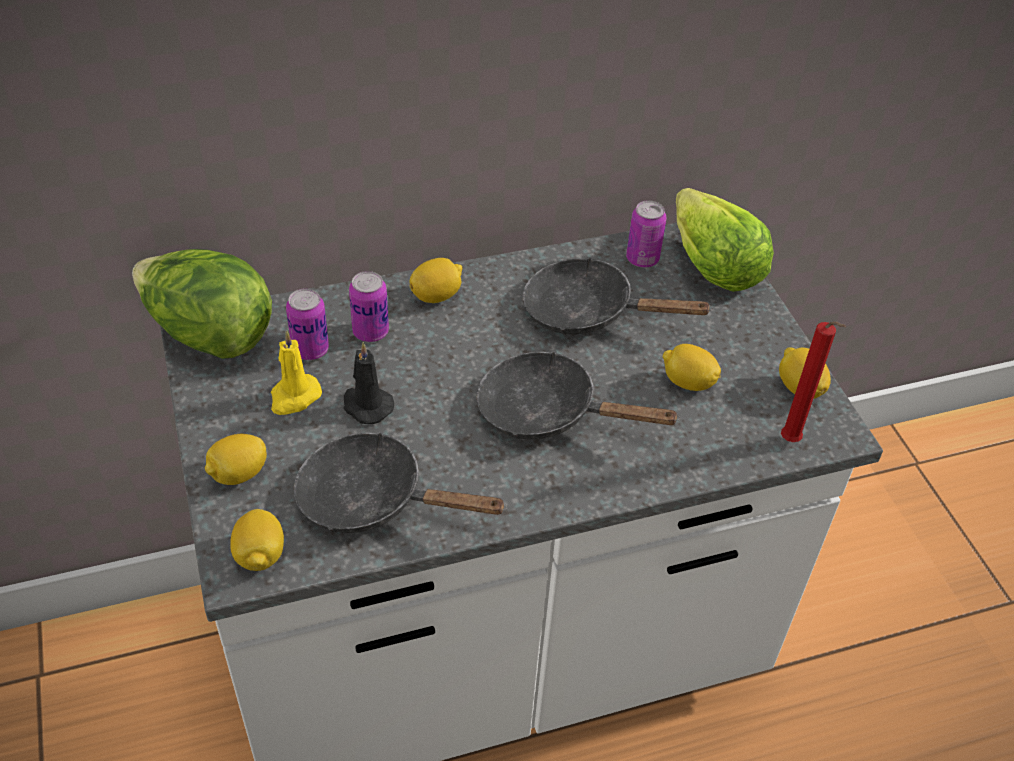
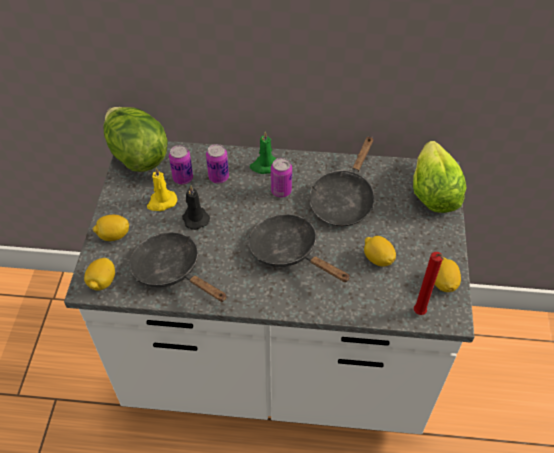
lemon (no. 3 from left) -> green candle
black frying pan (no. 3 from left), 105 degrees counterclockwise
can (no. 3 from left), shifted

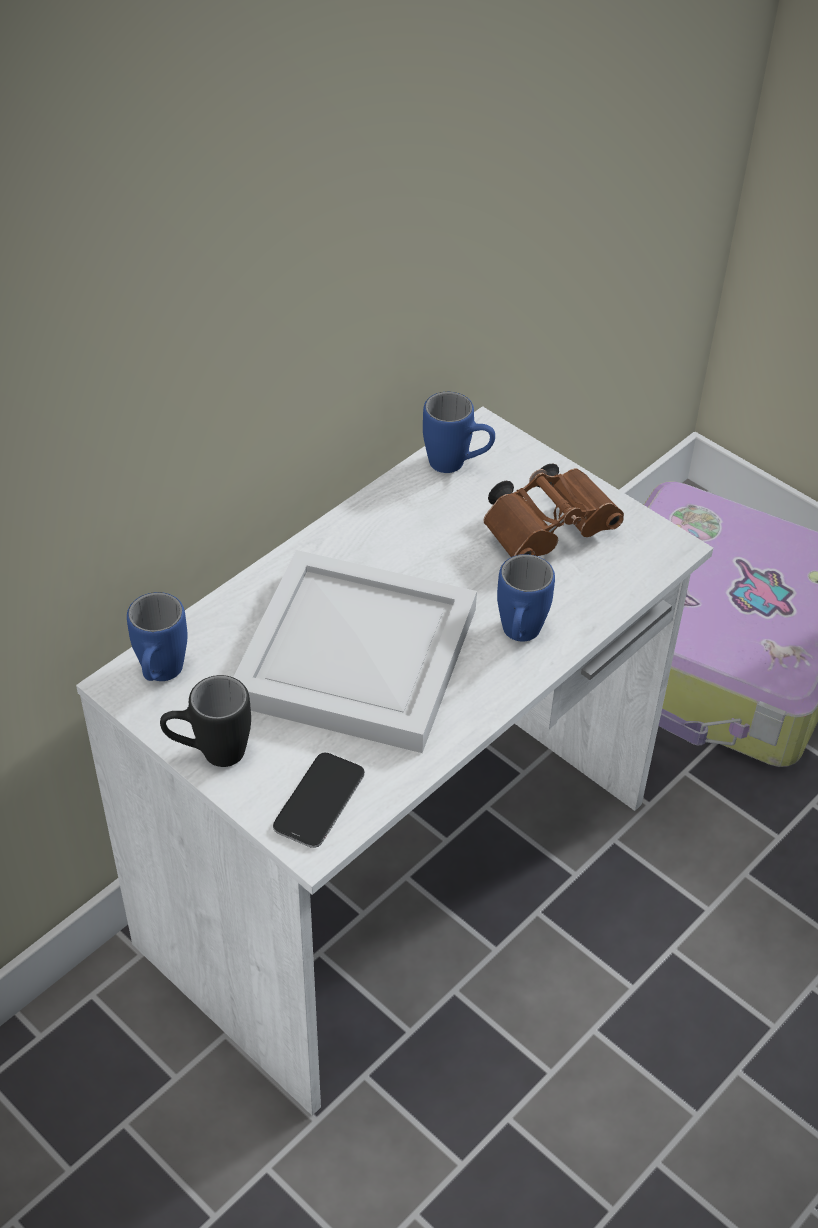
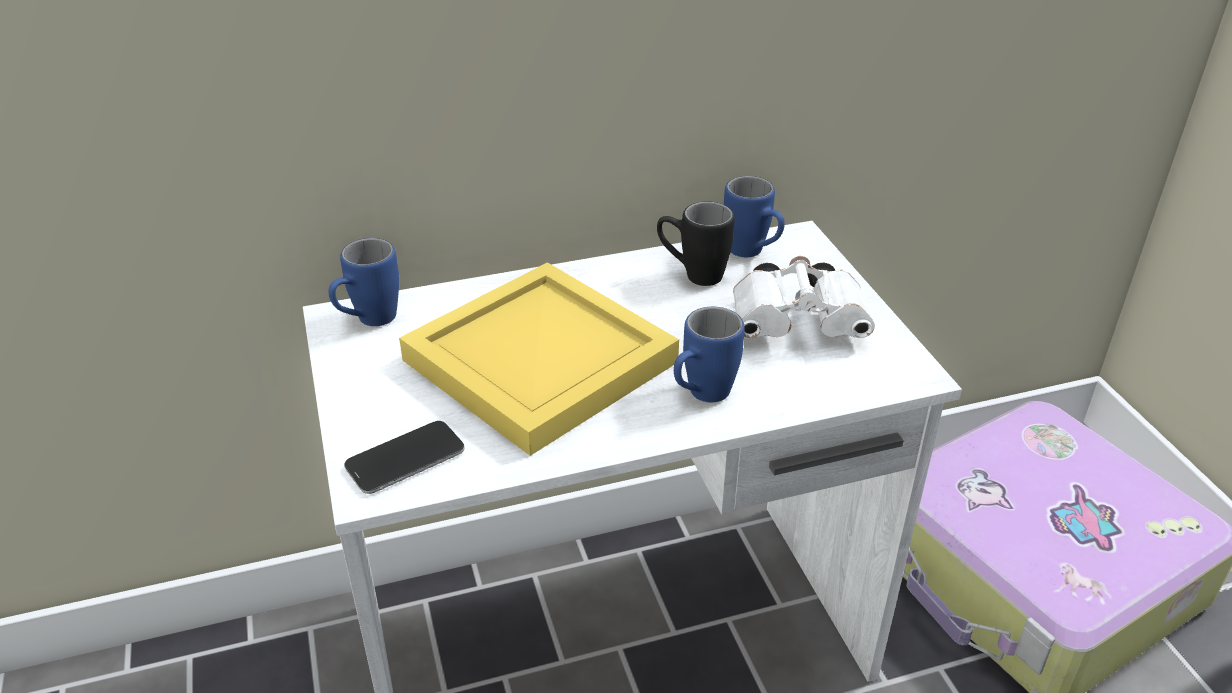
black mug, shifted
white tray -> yellow tray
brown binoculars -> white binoculars

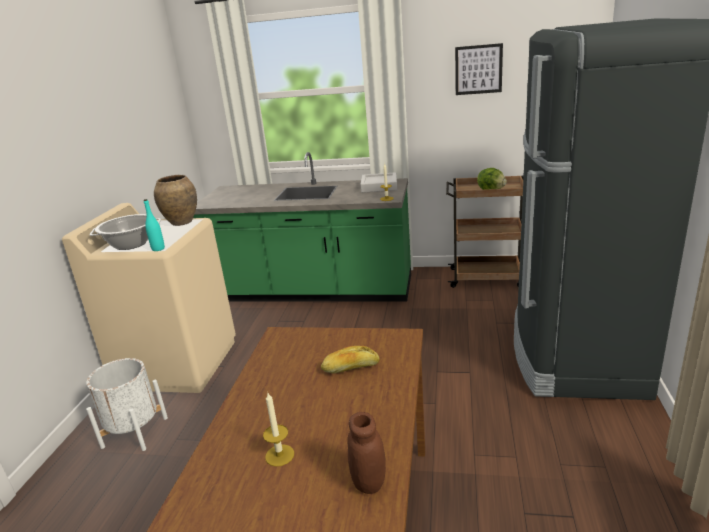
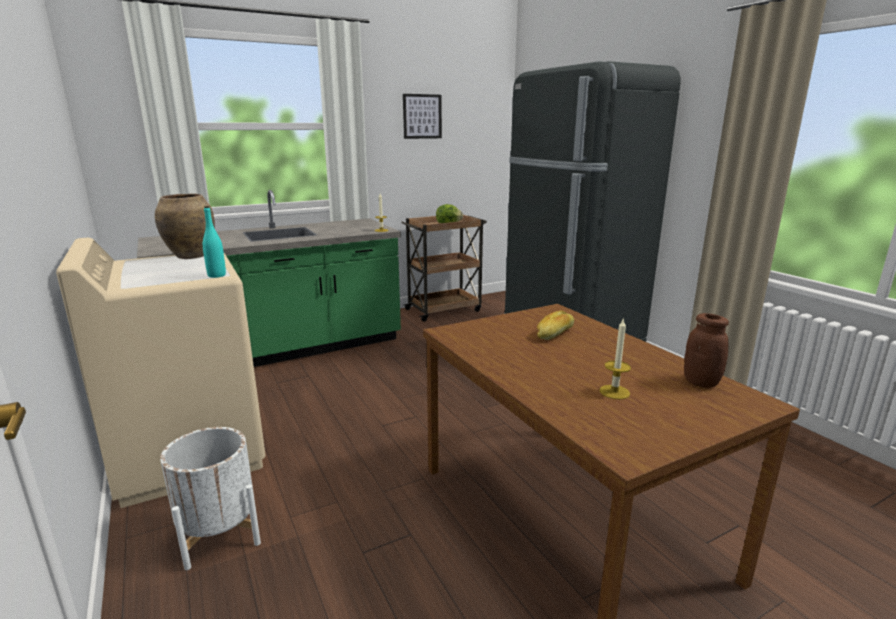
cooking pot -> none
grey tray -> none

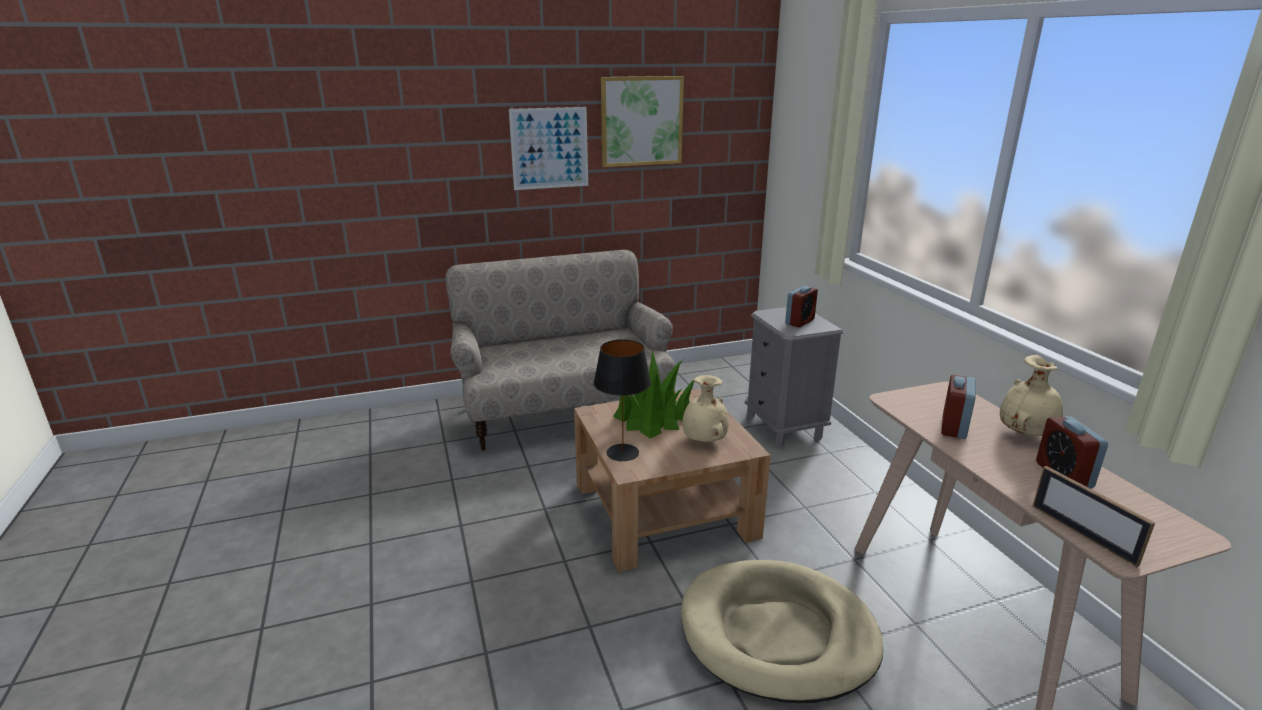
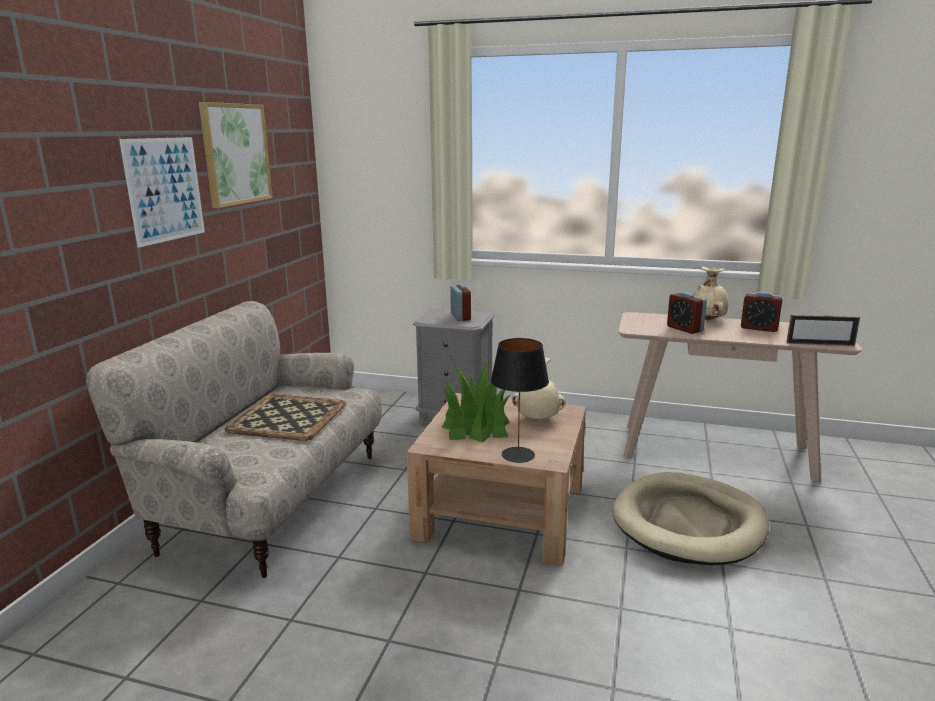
none -> tray

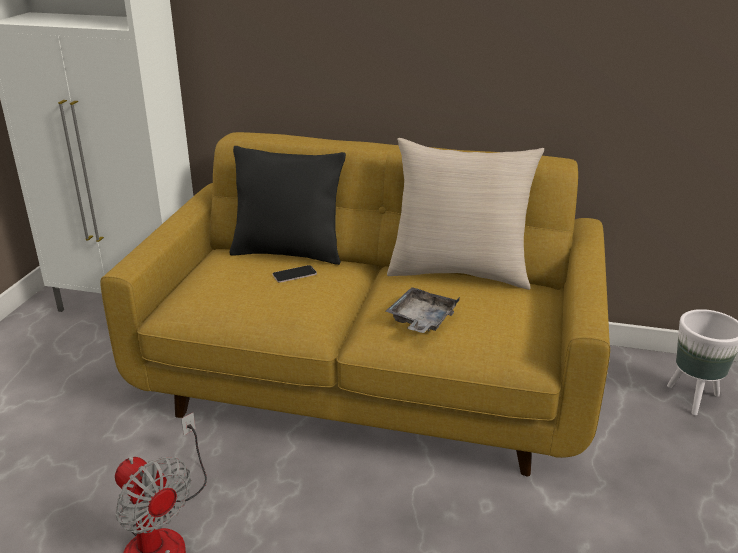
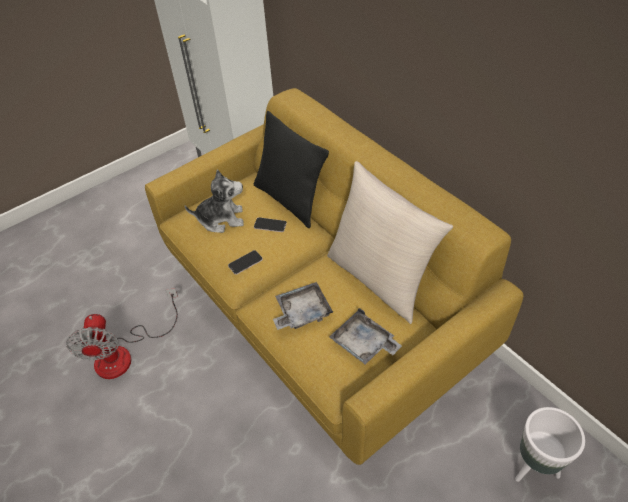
none -> plush toy
none -> phone (no. 1 from left)
none -> grey tray (no. 2 from left)

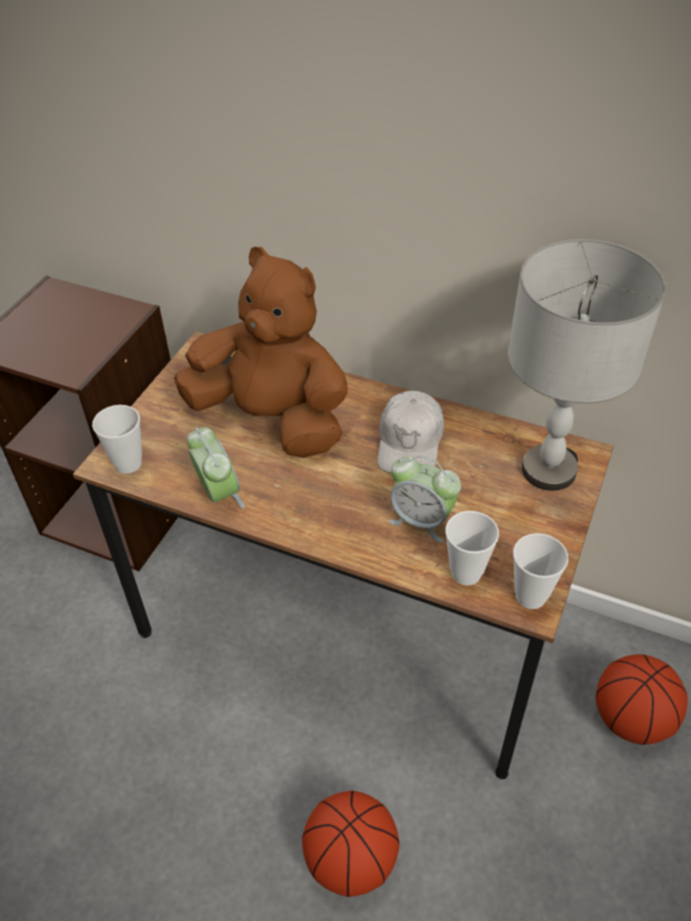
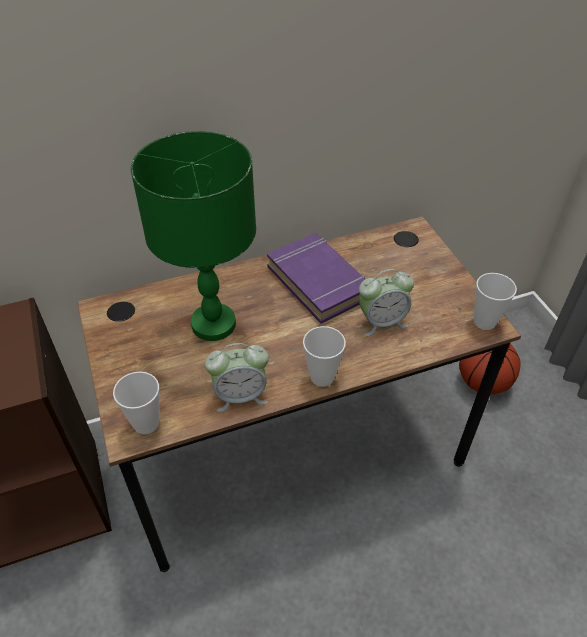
brown plush toy -> green table lamp
alarm clock (no. 1 from left), 150 degrees clockwise
basketball (no. 1 from left) -> none
white cap -> purple book
cup (no. 2 from left), shifted
grey table lamp -> none

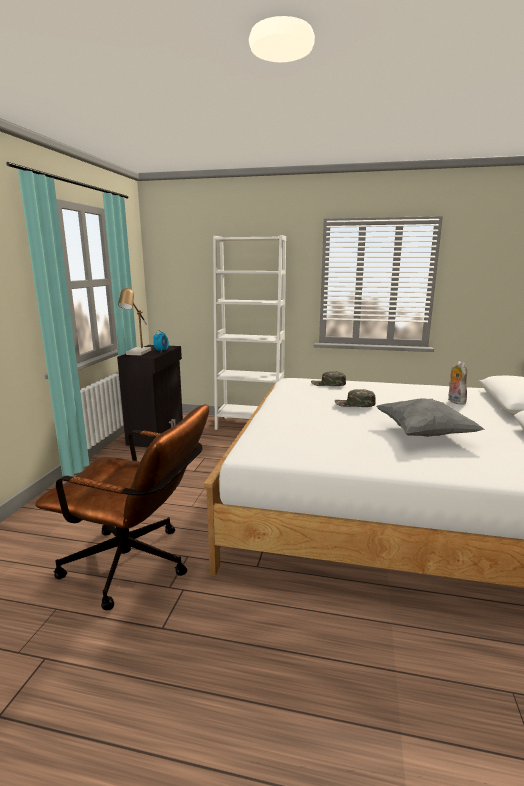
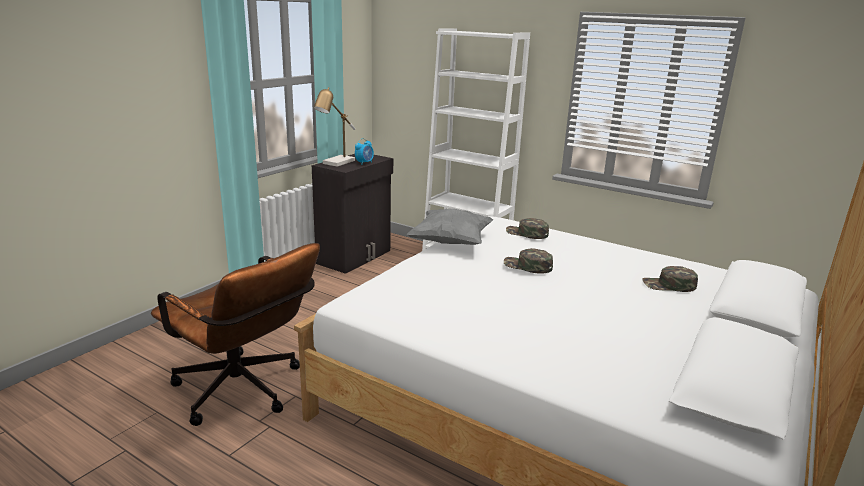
grey pillow, shifted
plush toy -> green cap (no. 3 from left)

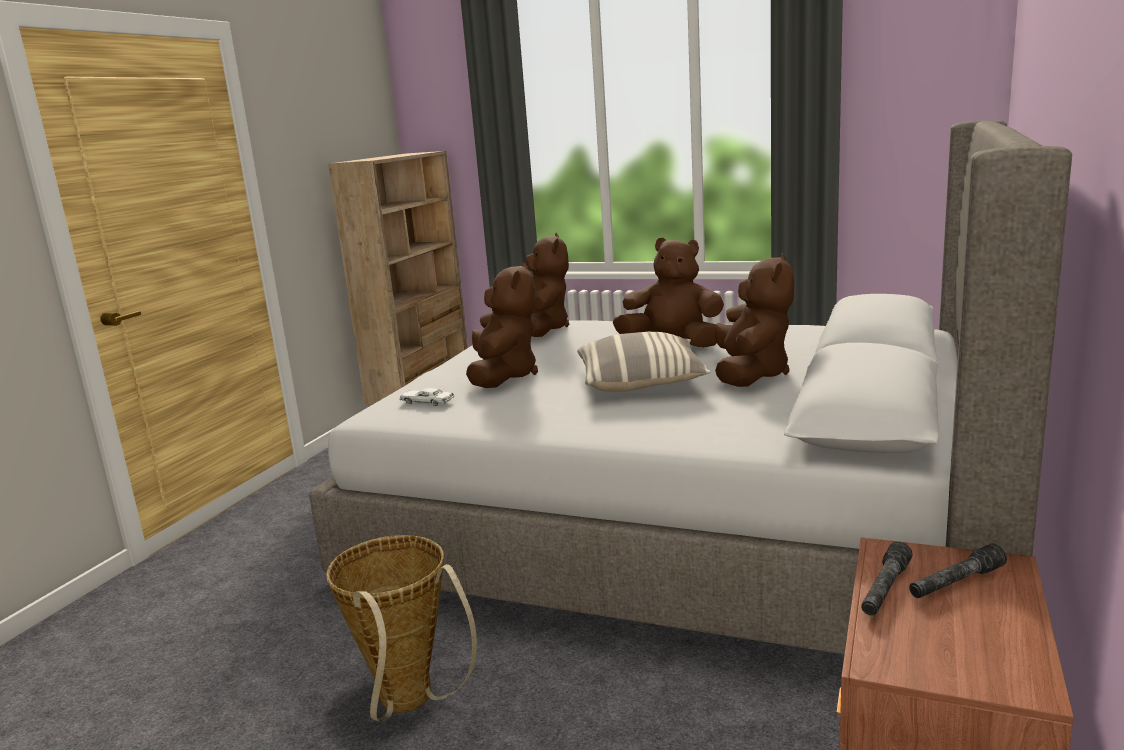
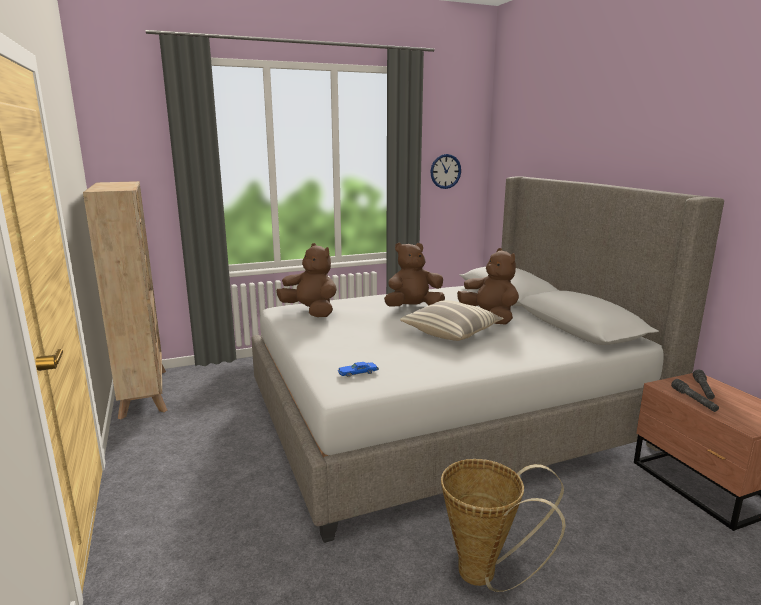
white toy car -> blue toy car
brown plush toy (no. 1 from left) -> none
none -> wall clock

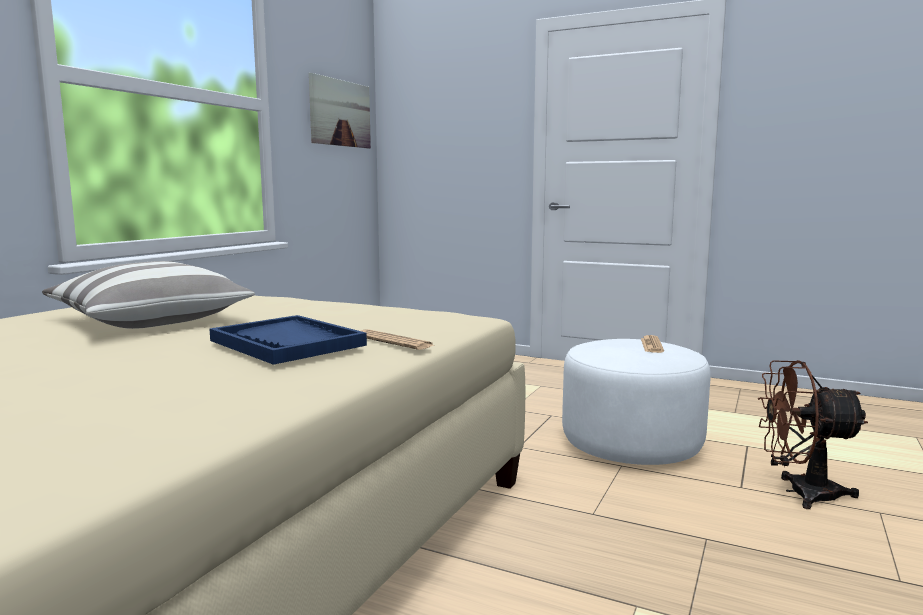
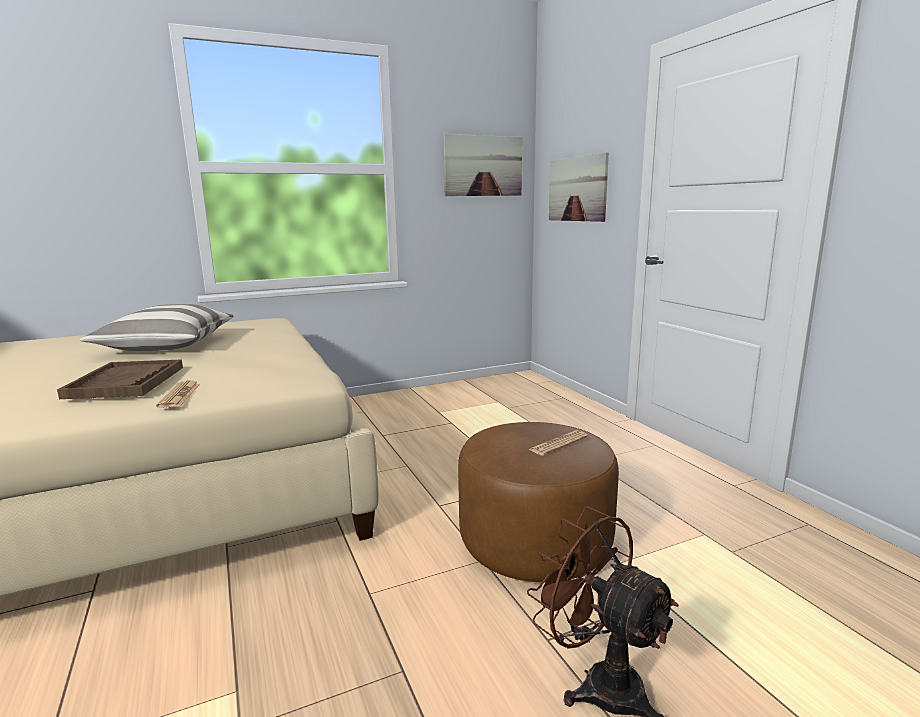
blue tray -> brown tray
white ottoman -> brown ottoman
none -> picture (no. 2 from left)

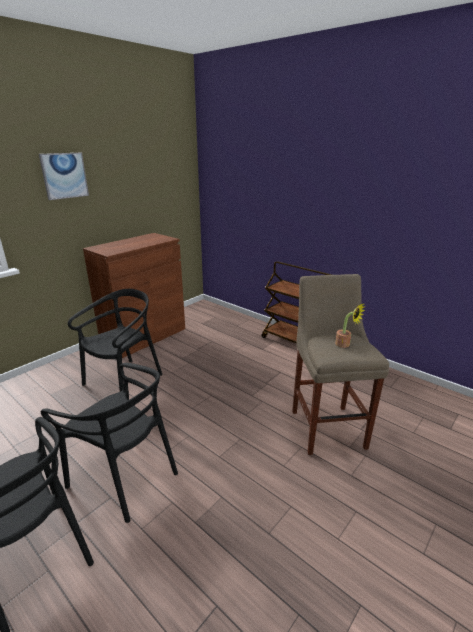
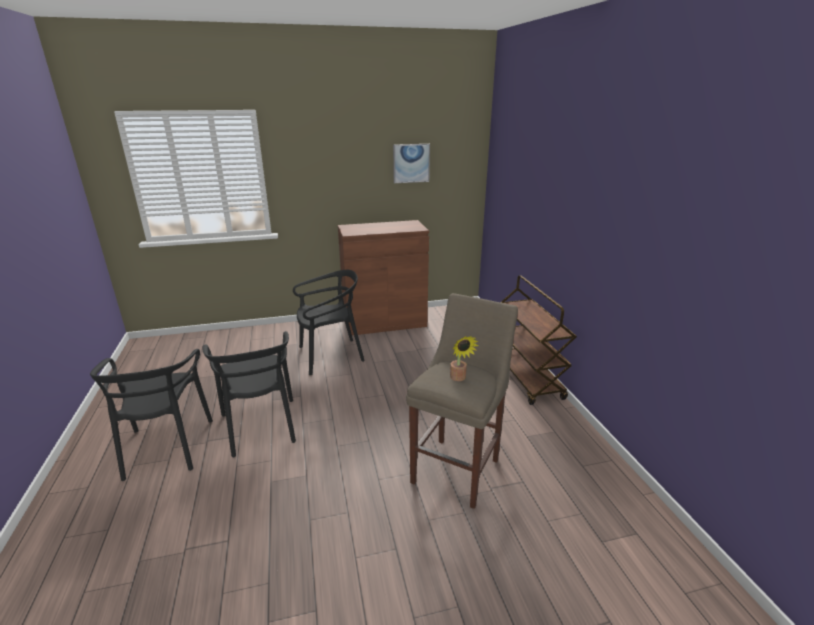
picture, shifted

